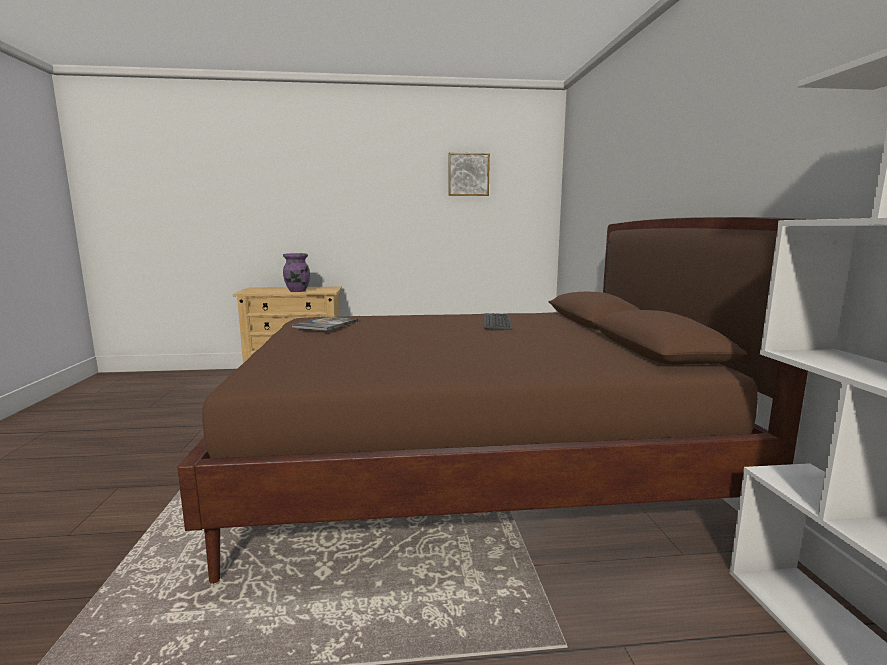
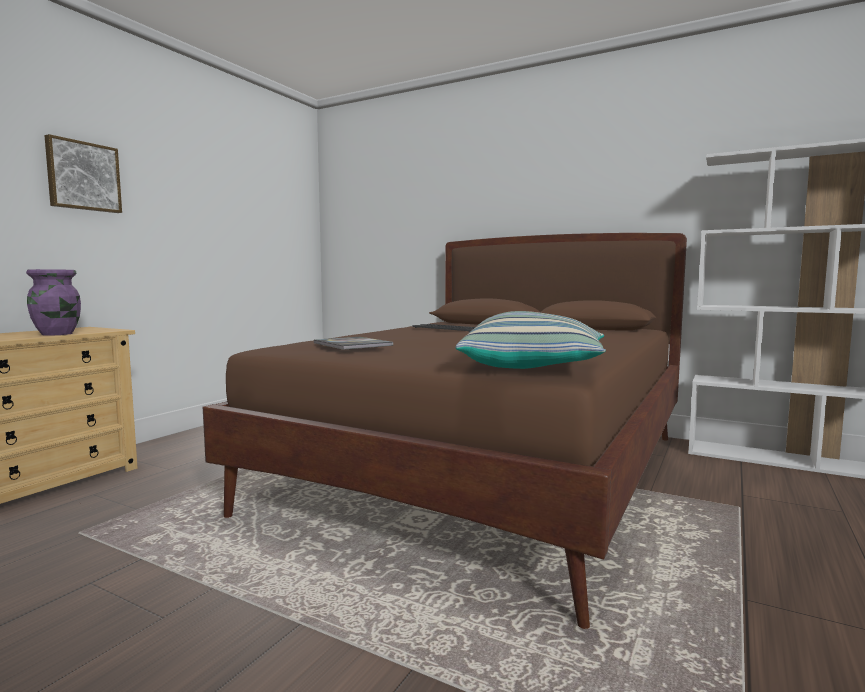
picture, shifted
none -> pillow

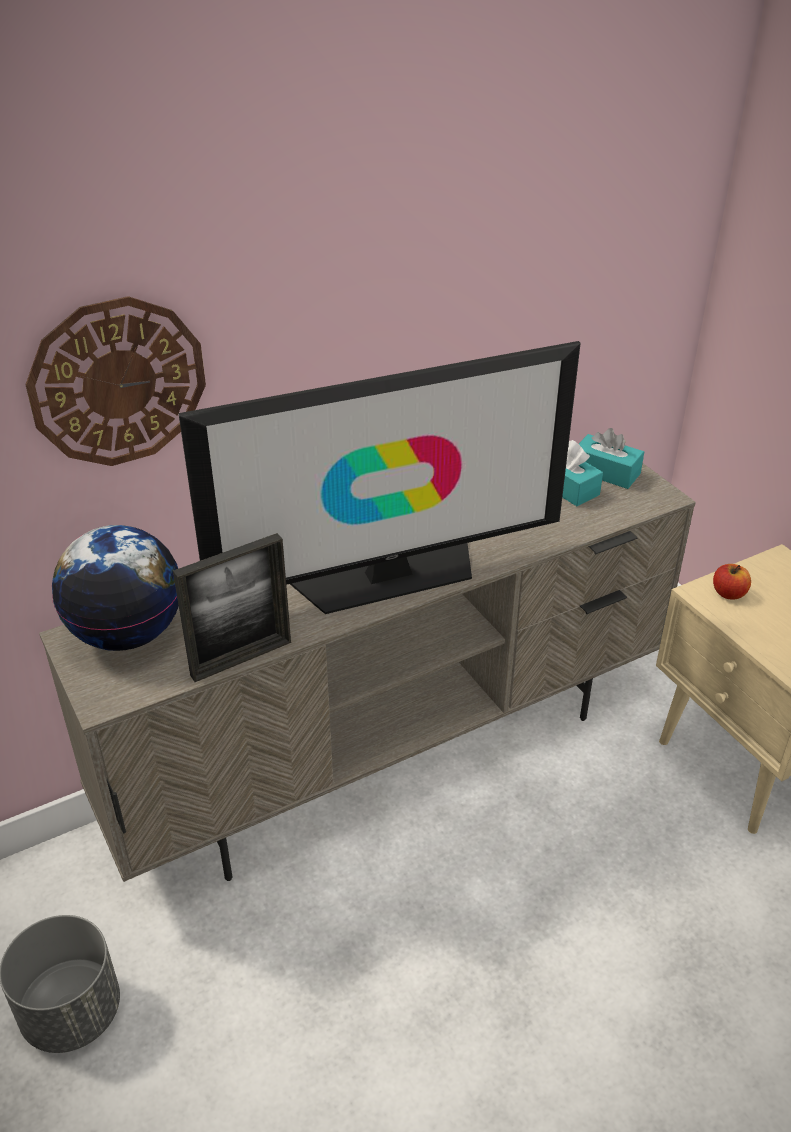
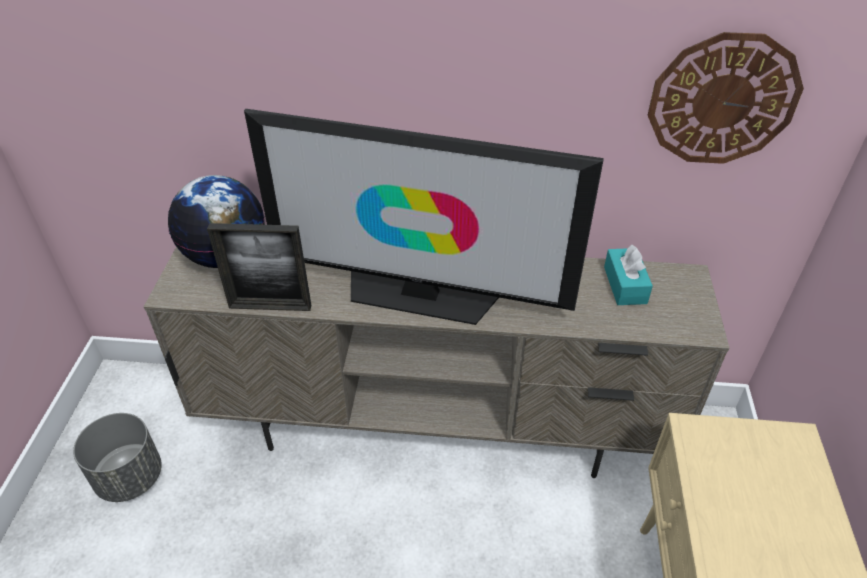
wall clock, shifted
turquoise tissue box (no. 2 from left) -> none
apple -> none

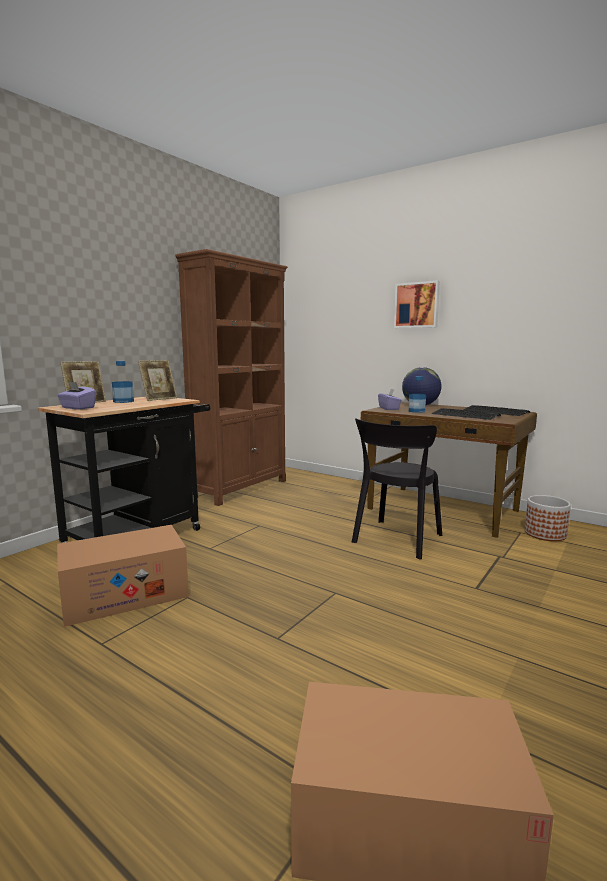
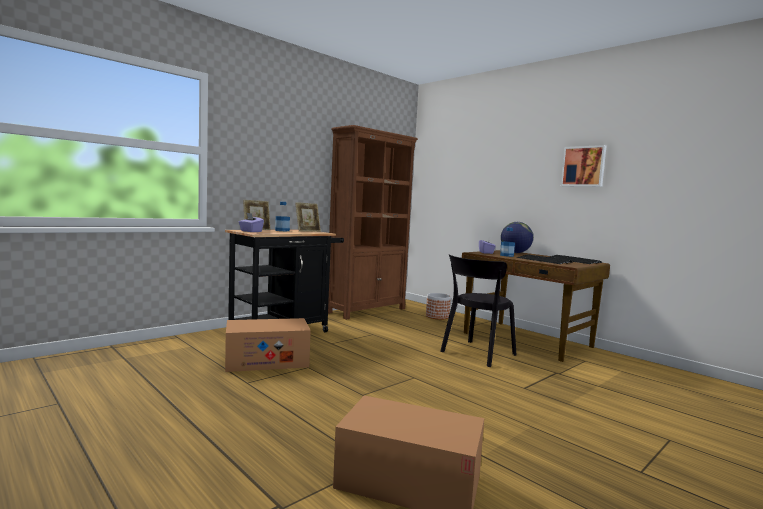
picture, shifted
planter, shifted

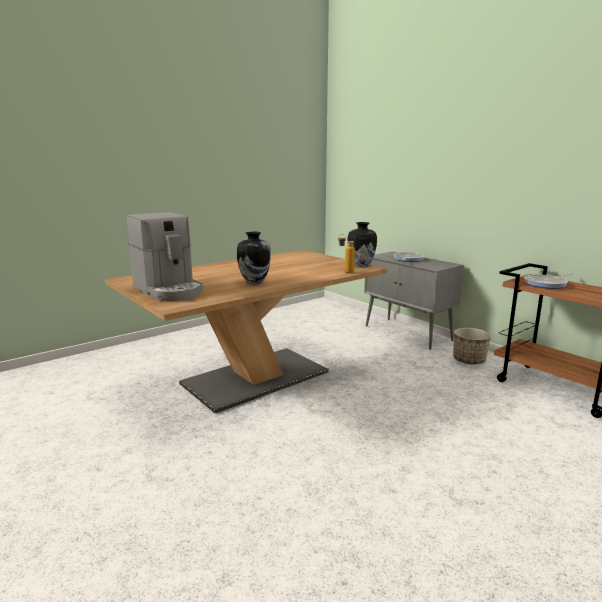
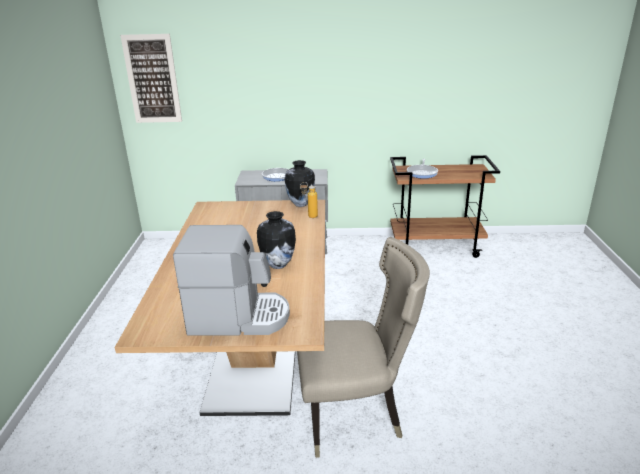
planter -> none
none -> picture
none -> beige chair

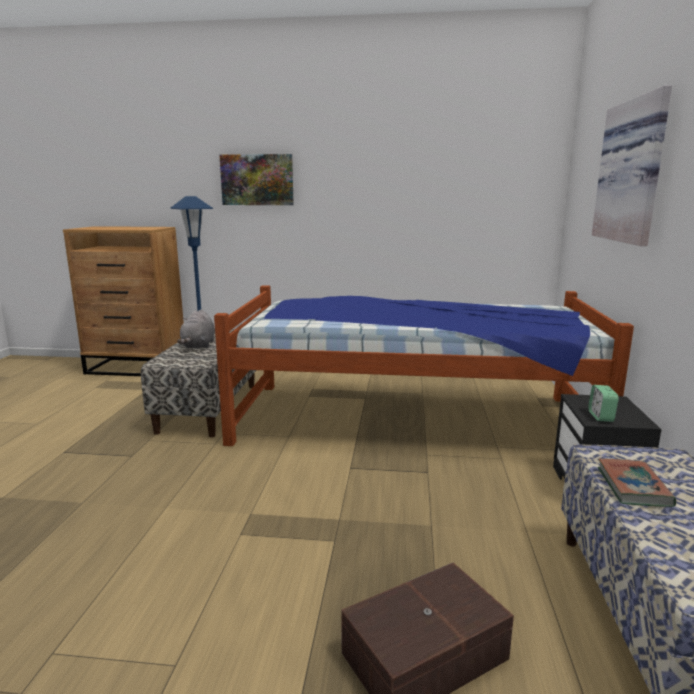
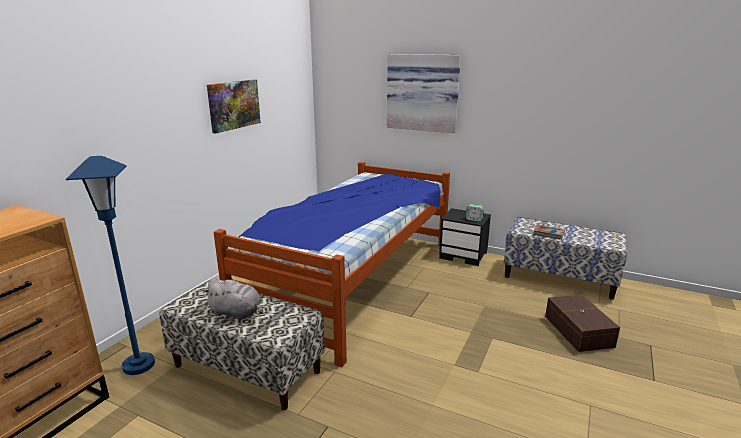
picture (no. 1 from left), shifted

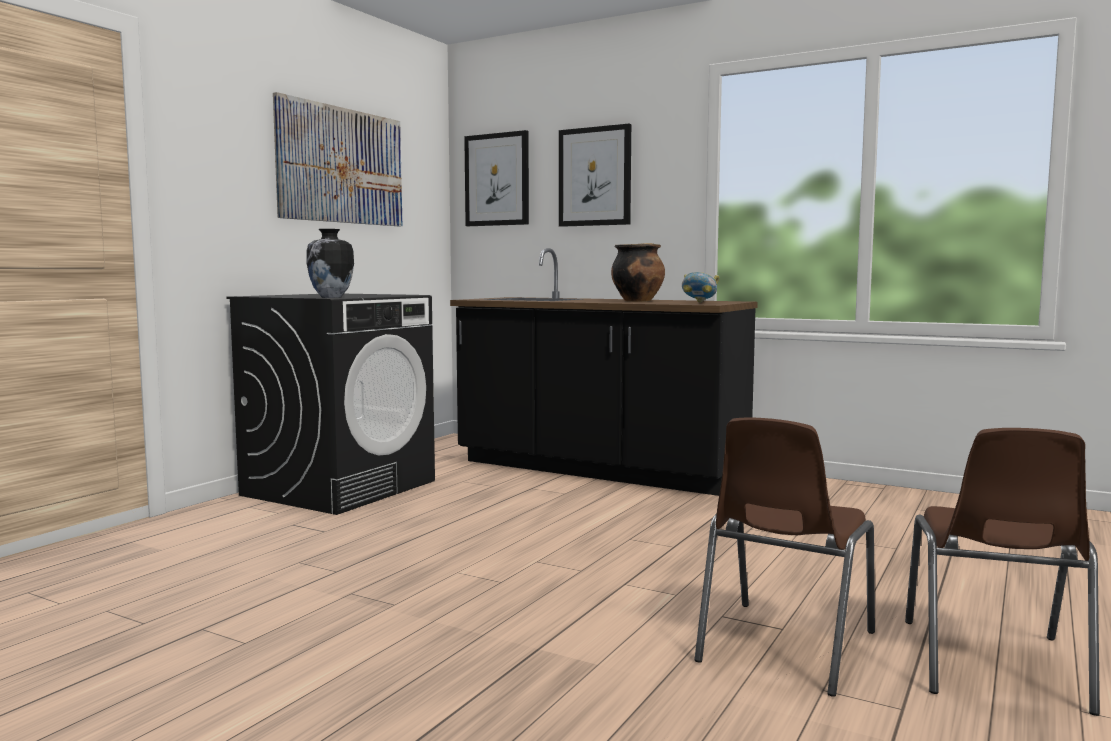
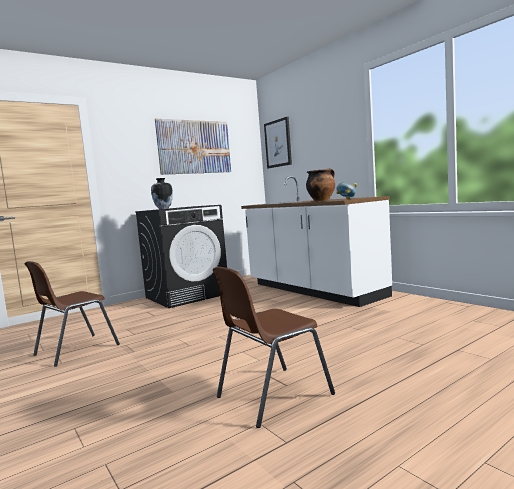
black counter -> white counter
picture (no. 3 from left) -> none
brown chair (no. 2 from left in the first image) -> brown chair (no. 1 from left), shifted

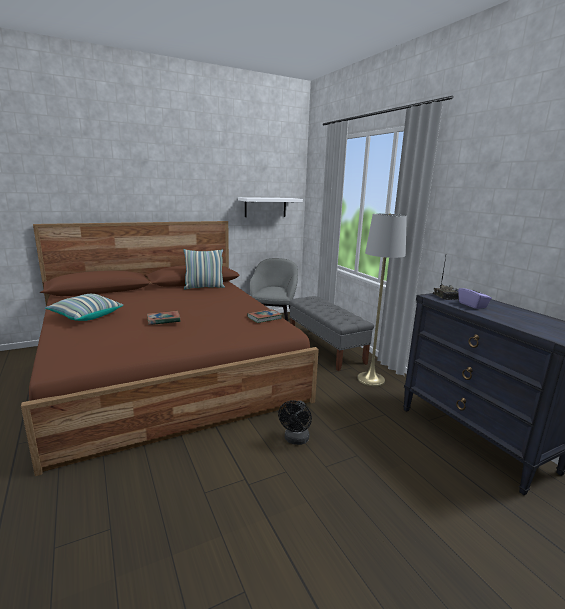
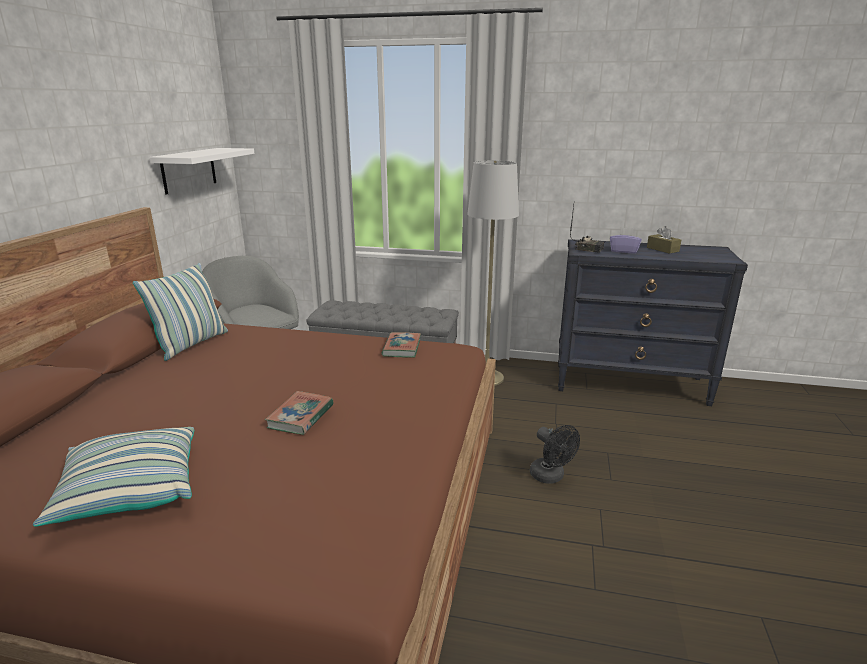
none -> brown tissue box

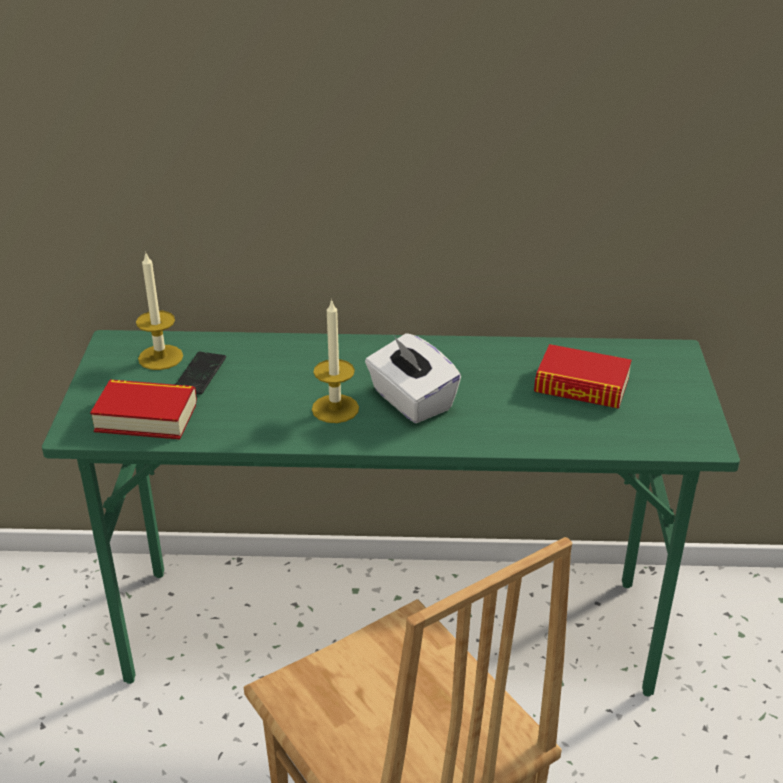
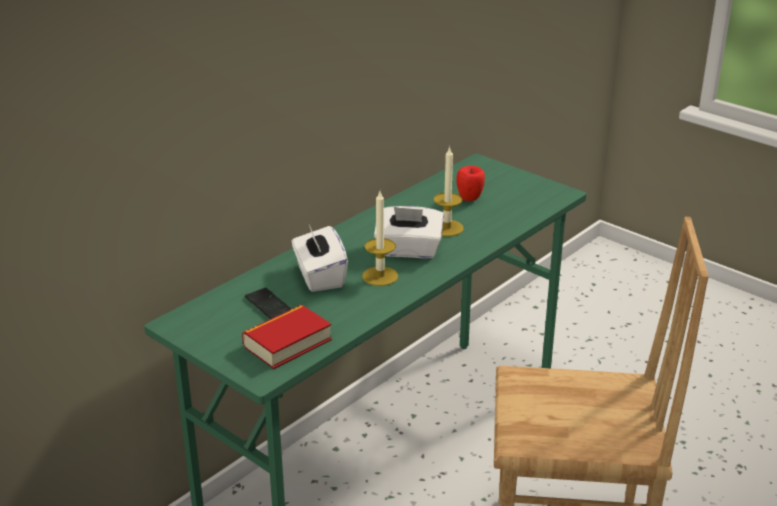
candle (no. 1 from left in the first image) -> candle (no. 2 from left), shifted
book (no. 2 from left) -> apple
none -> white tissue box (no. 1 from left)

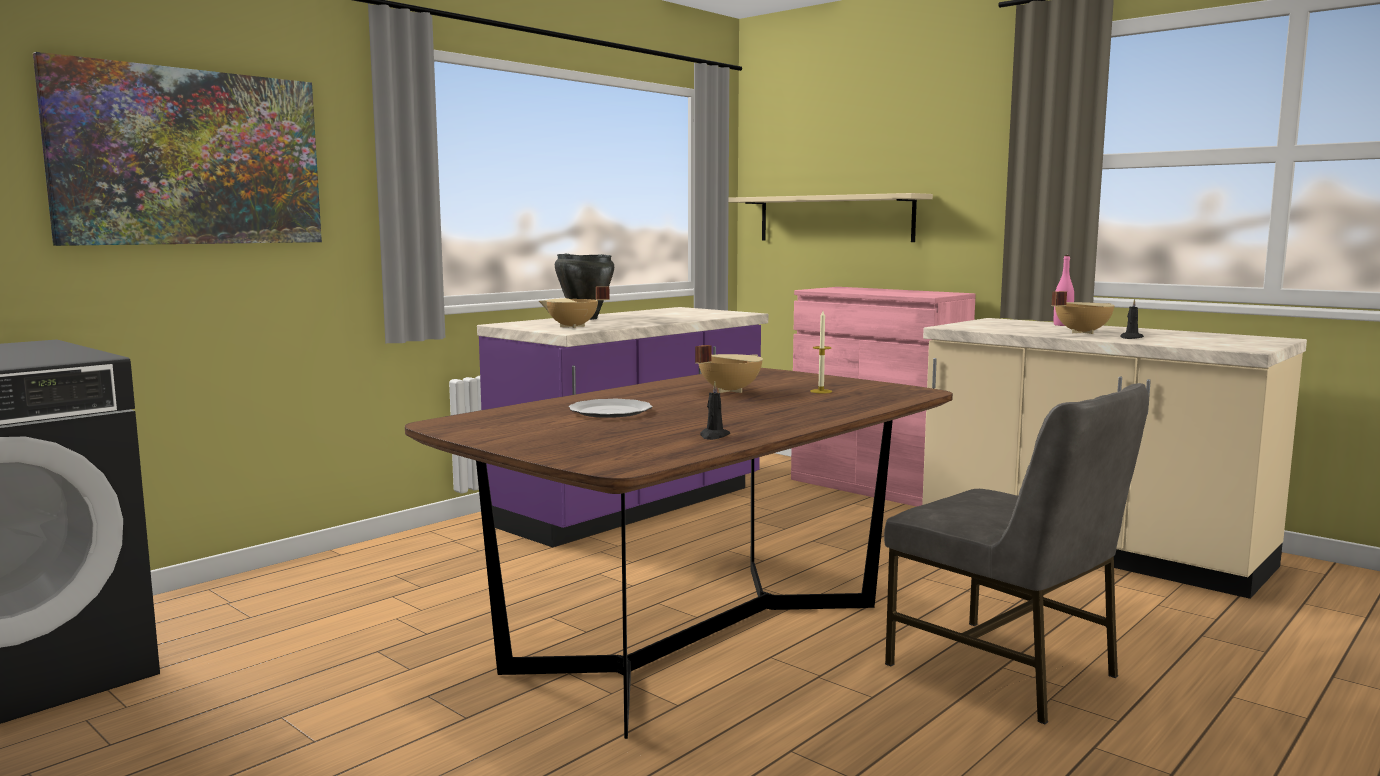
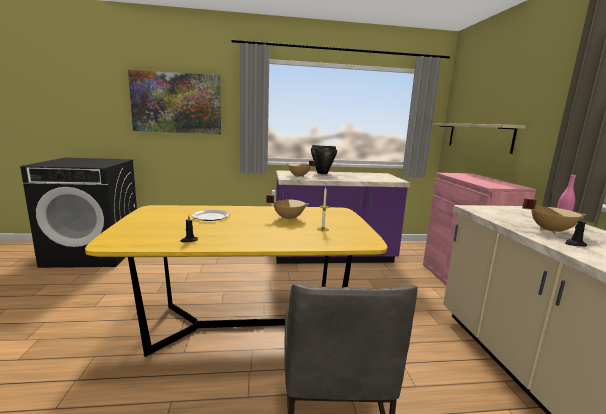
brown dining table -> yellow dining table

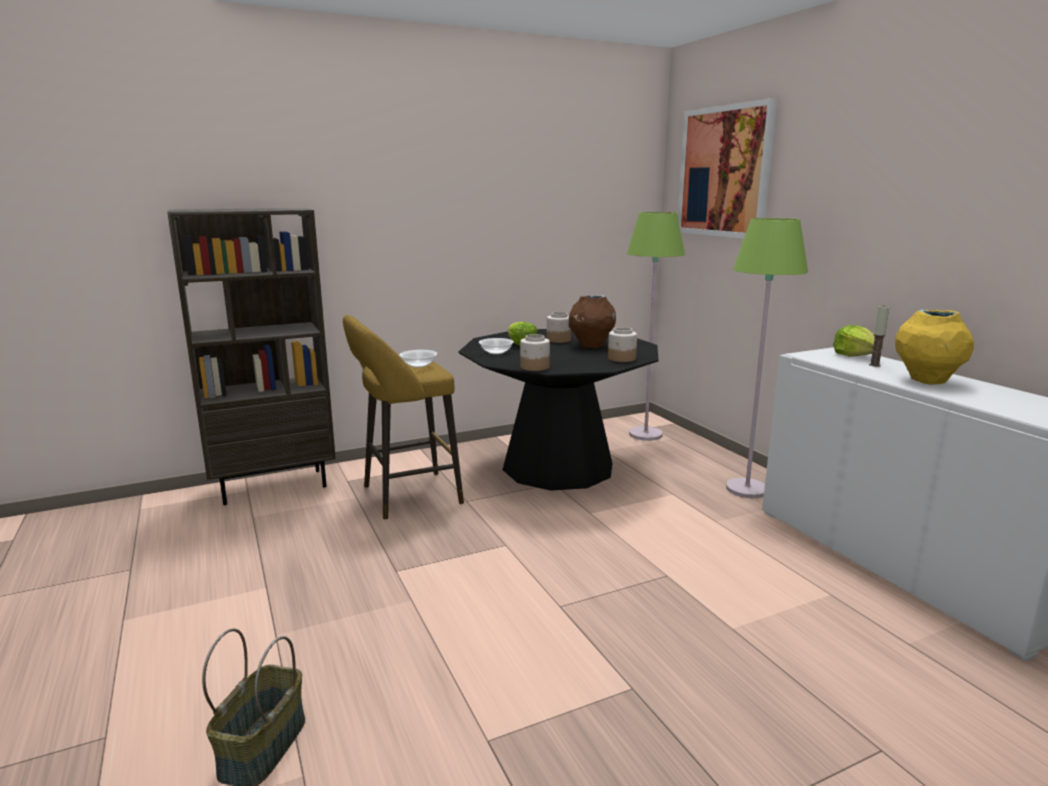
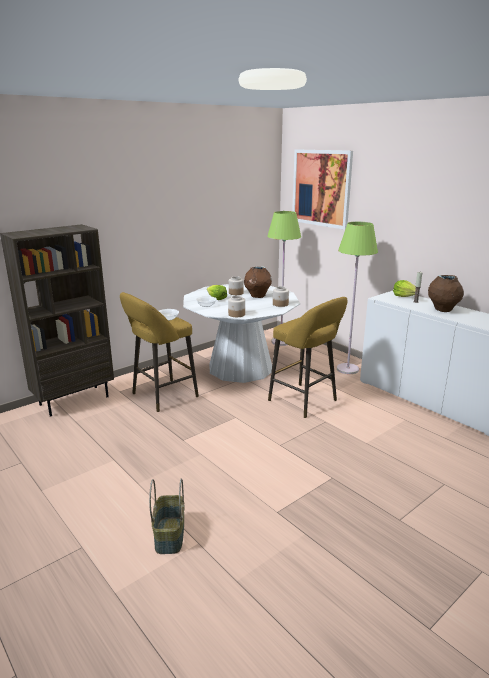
black dining table -> white dining table
yellow vase -> brown vase (no. 2 from left)
none -> yellow stool (no. 2 from left)

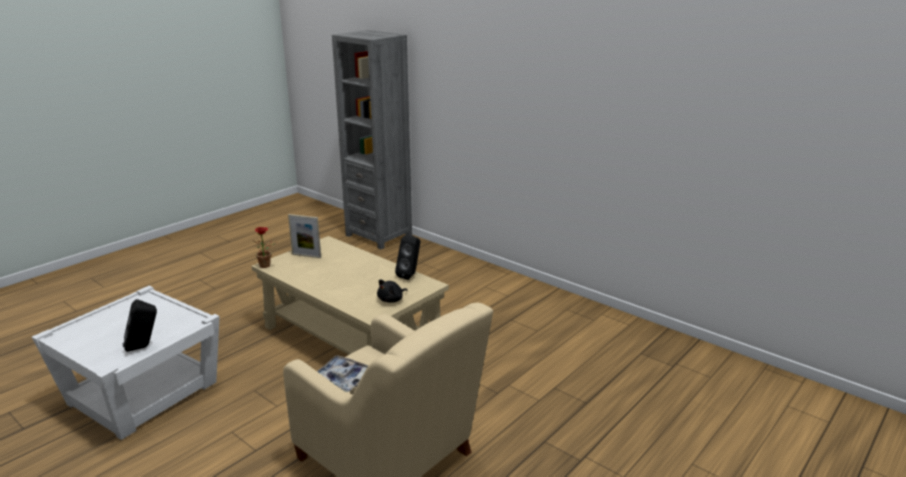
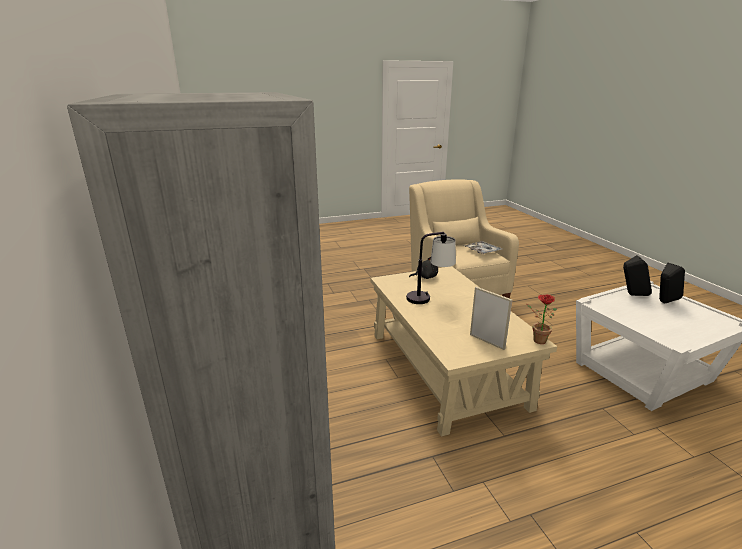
black speaker (no. 2 from left), shifted
none -> table lamp

